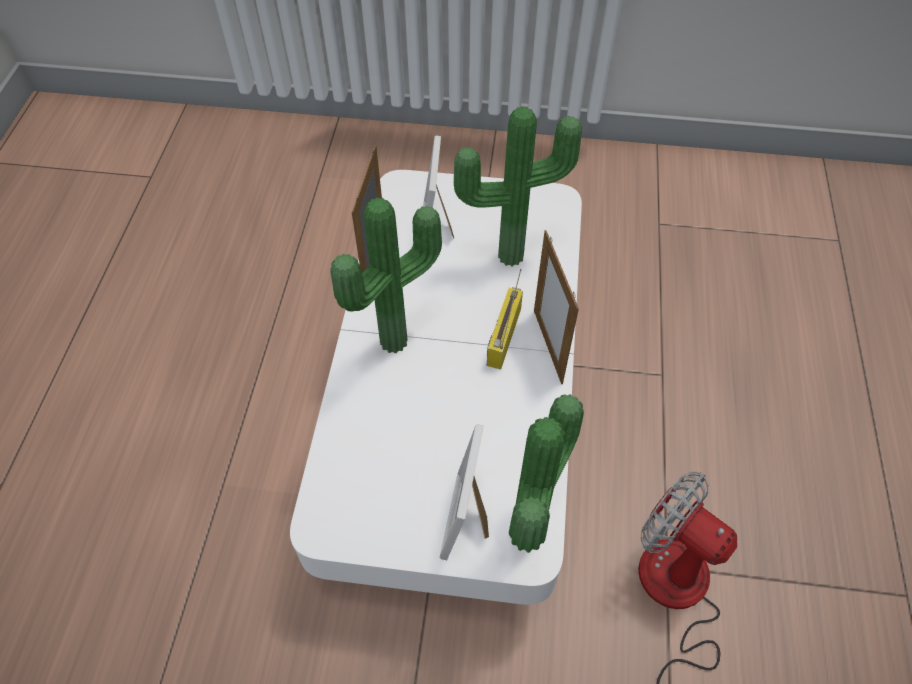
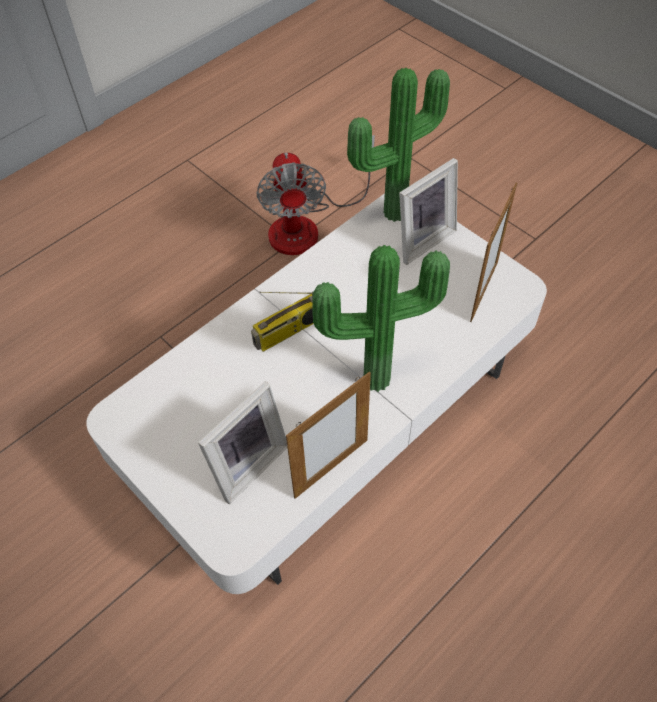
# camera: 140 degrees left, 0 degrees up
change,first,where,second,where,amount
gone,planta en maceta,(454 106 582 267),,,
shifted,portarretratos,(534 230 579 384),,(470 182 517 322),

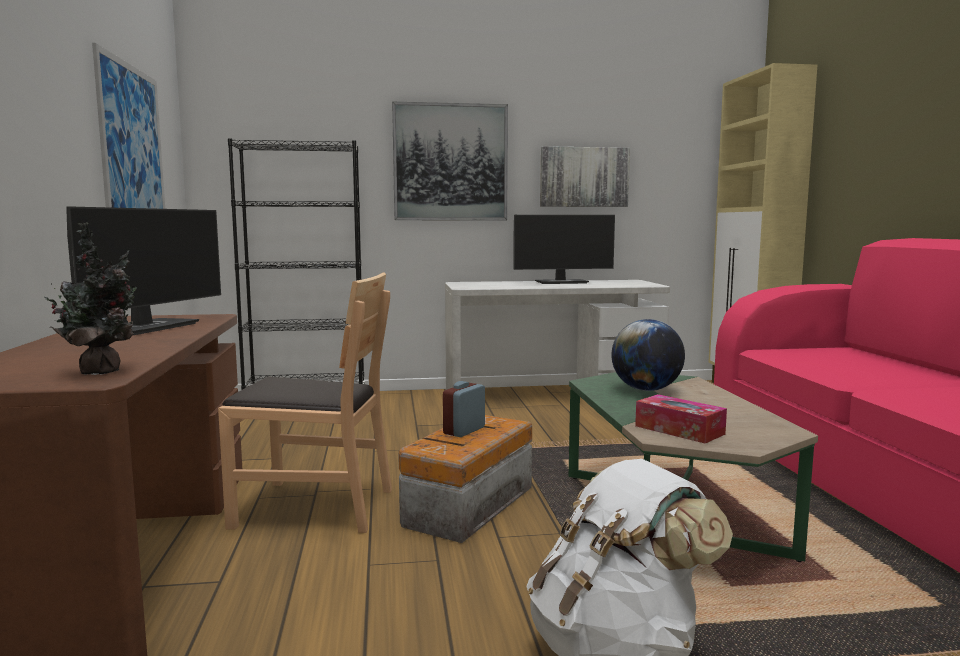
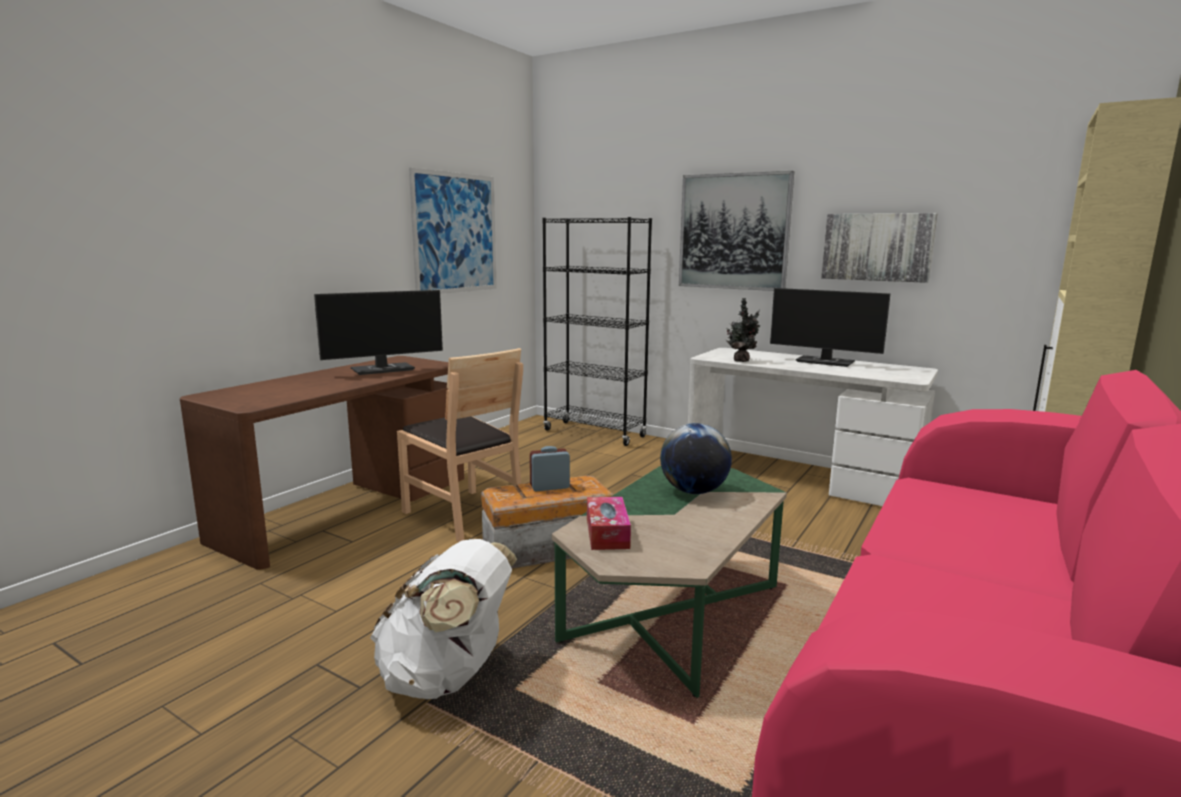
# camera: 40 degrees right, 5 degrees up
change,first,where,second,where,amount
shifted,planta en maceta,(45 222 137 375),,(726 298 760 362),

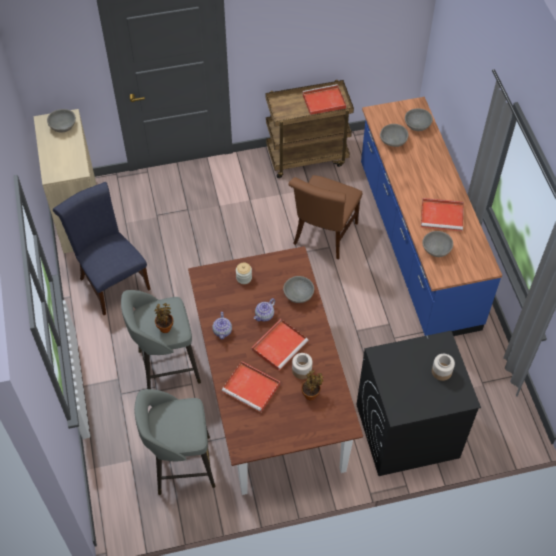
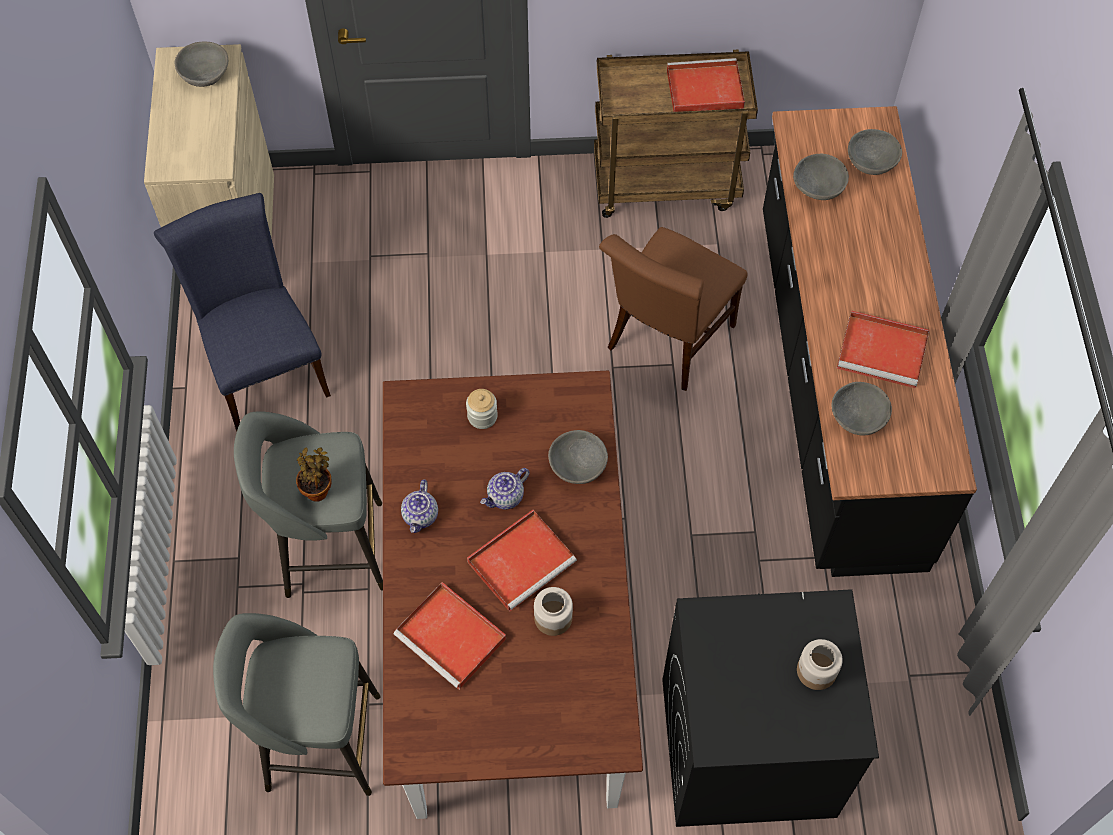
# camera: 10 degrees right, 5 degrees up
change,first,where,second,where,amount
repainted,mueble bajo de cocina [azul],(361 97 502 336),mueble bajo de cocina [negro],(763 106 977 577),
gone,planta en maceta,(301 370 324 400),,,

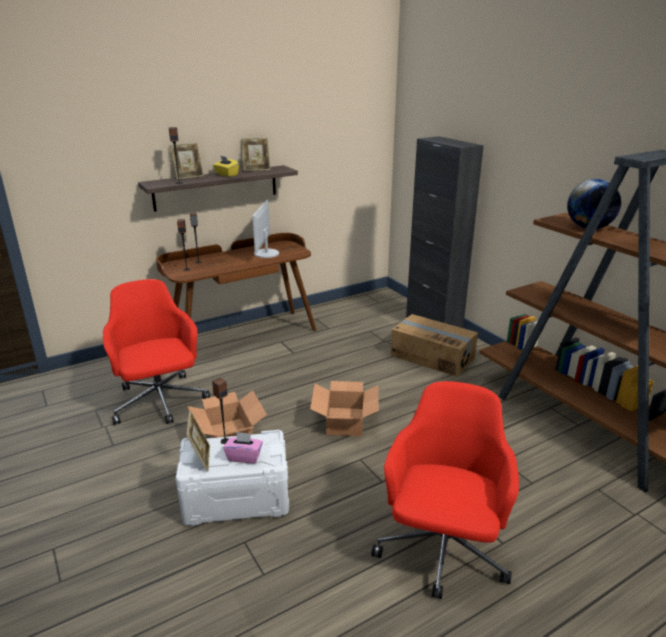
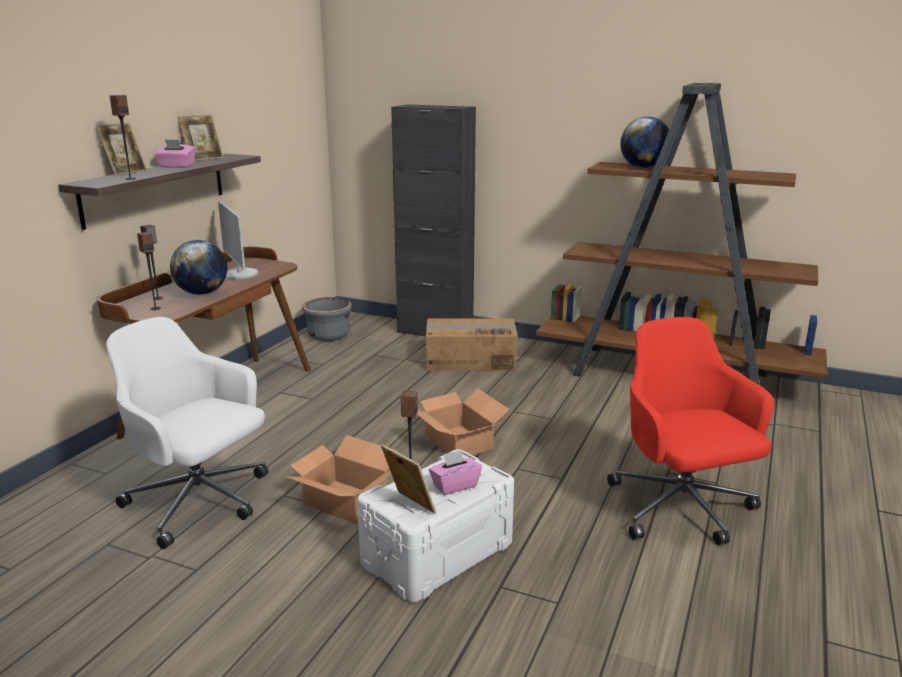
# camera: 35 degrees left, 5 degrees down
change,first,where,second,where,amount
repainted,caja de pañuelos [amarillo],(213 156 239 177),caja de pañuelos [rosa],(154 139 196 168),
repainted,silla de oficina [rojo],(103 279 210 425),silla de oficina [blanco],(106 317 268 549),
new,,,globo terráqueo,(170 240 227 295),
new,,,maceta [gris],(302 297 352 341),

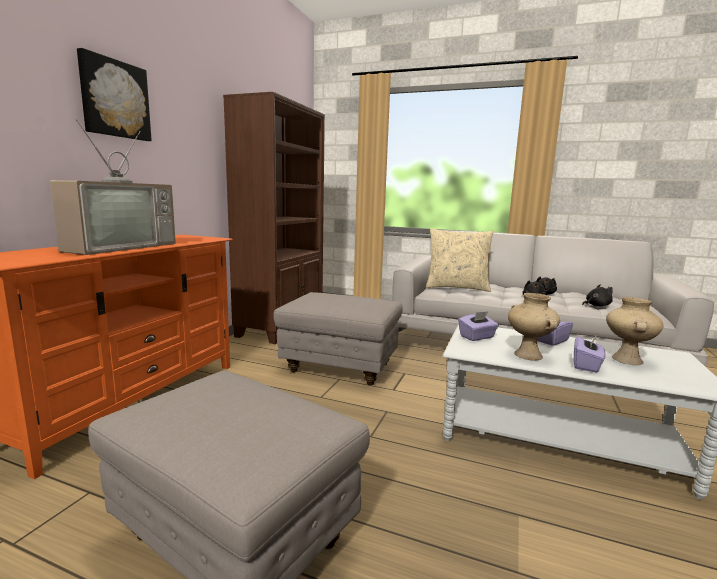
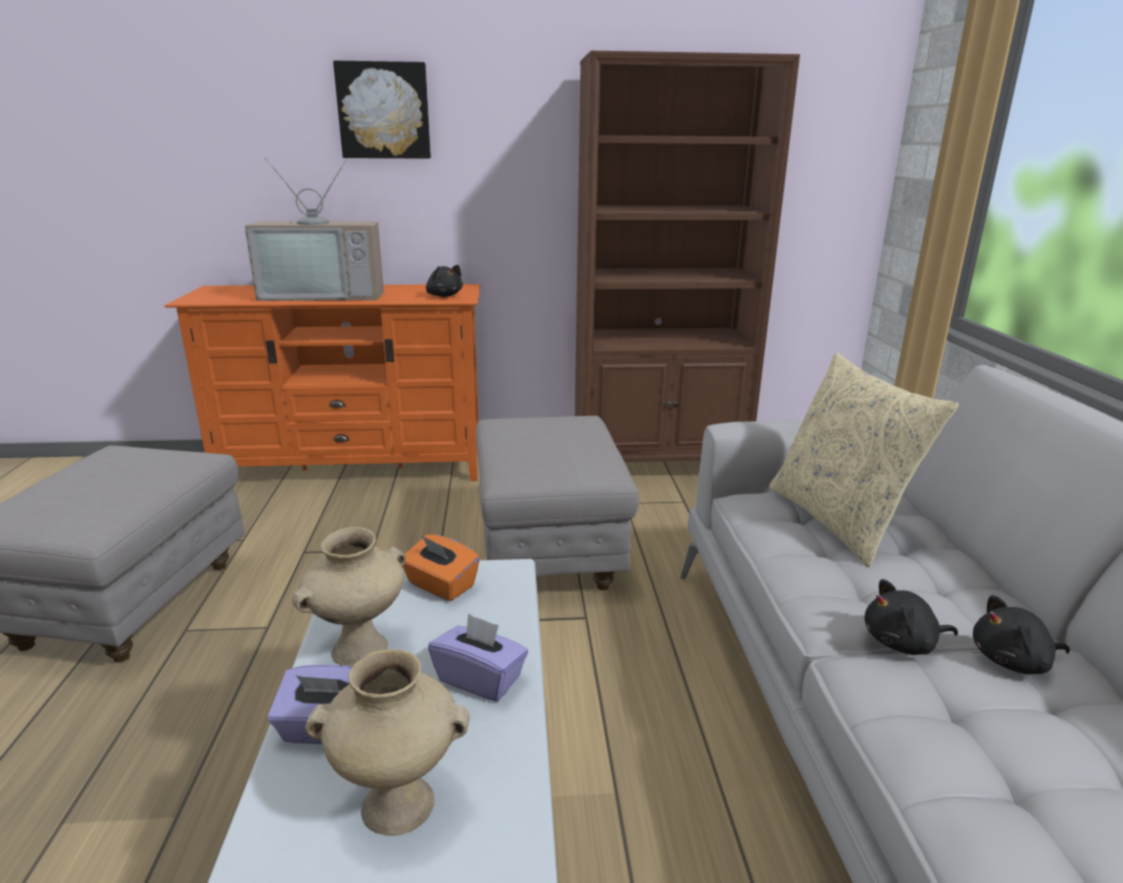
# camera: 65 degrees right, 10 degrees up
change,first,where,second,where,amount
shifted,peluche [negro],(582 285 613 306),,(426 265 463 297),
repainted,caja de pañuelos [morado],(458 311 499 341),caja de pañuelos [naranja],(402 534 480 601),

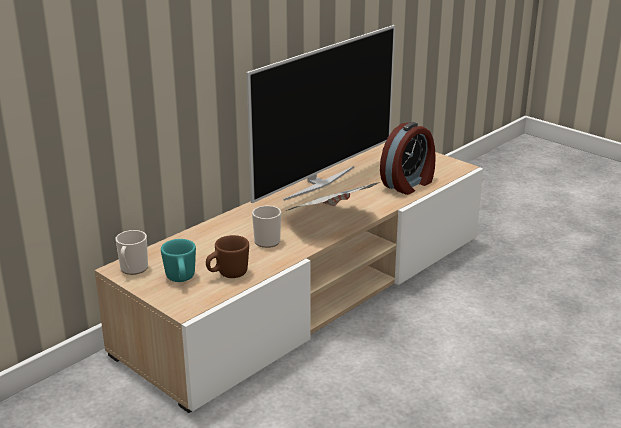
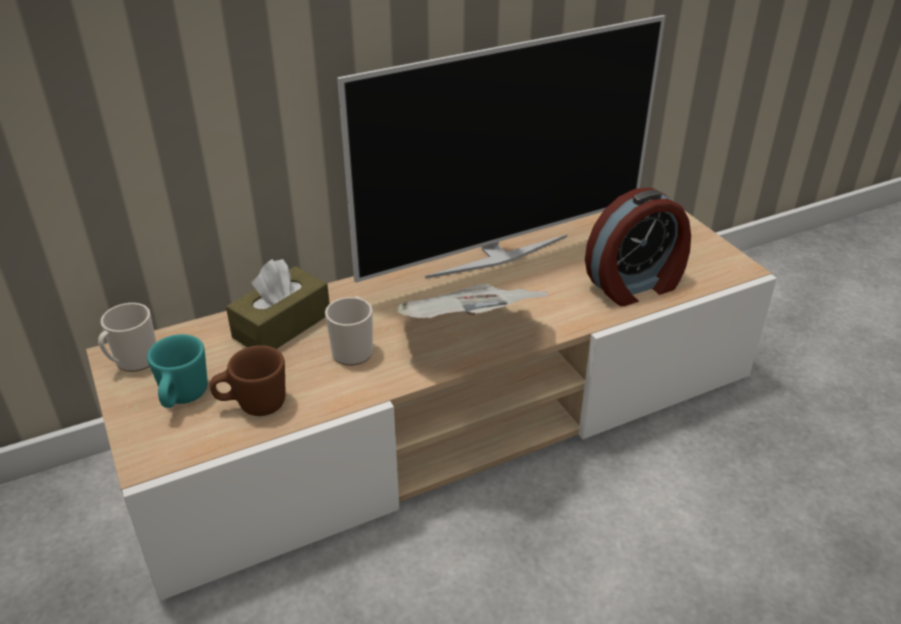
# camera: 20 degrees right, 10 degrees up
change,first,where,second,where,amount
new,,,caja de pañuelos [marrón],(226 259 330 349),

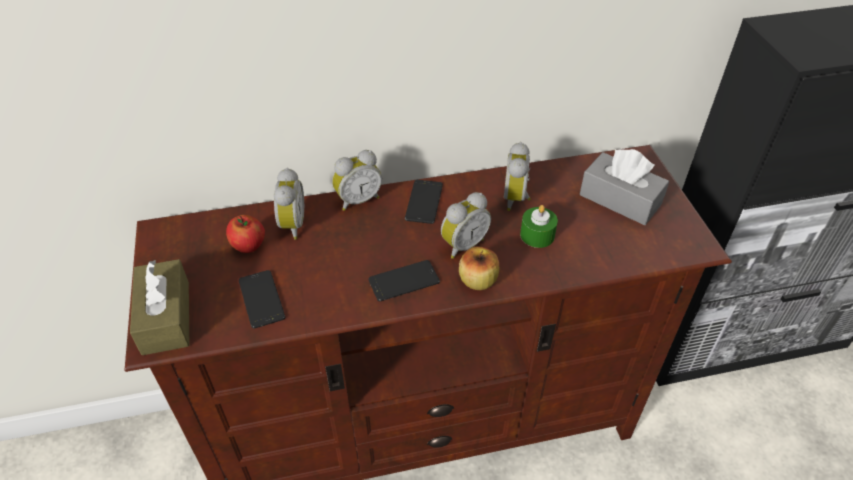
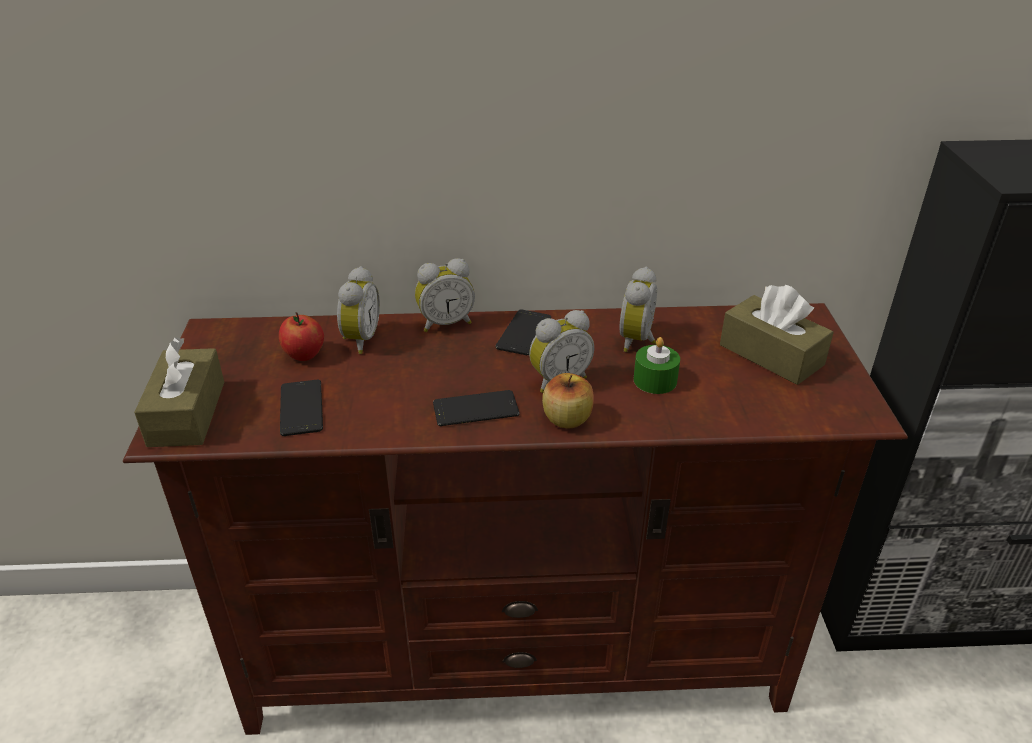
# camera: 10 degrees right, 10 degrees down
change,first,where,second,where,amount
repainted,caja de pañuelos [gris],(580 149 669 225),caja de pañuelos [marrón],(720 285 834 385),

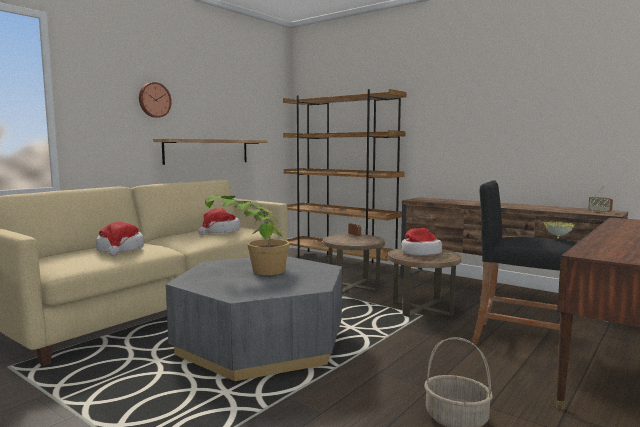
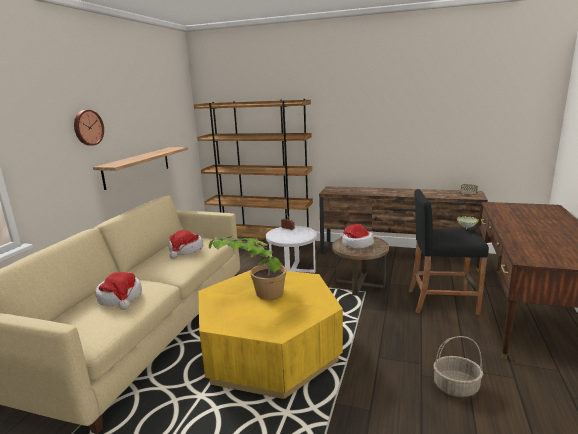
# camera: 20 degrees left, 10 degrees up
change,first,where,second,where,amount
repainted,mesa auxiliar [marrón],(323 234 385 294),mesa auxiliar [blanco],(266 226 317 273),
repainted,mesa de centro [gris],(166 256 342 381),mesa de centro [amarillo],(198 270 343 399),

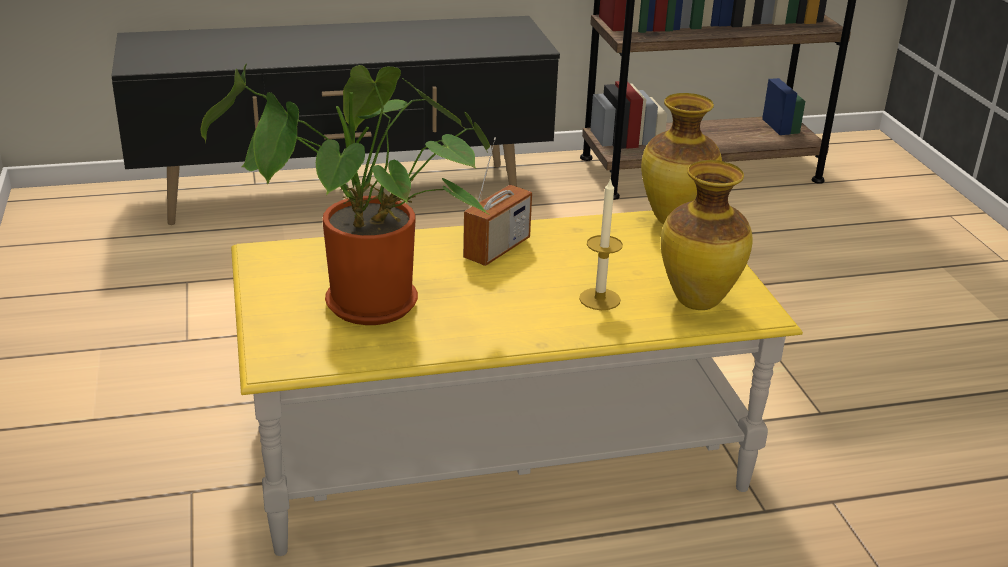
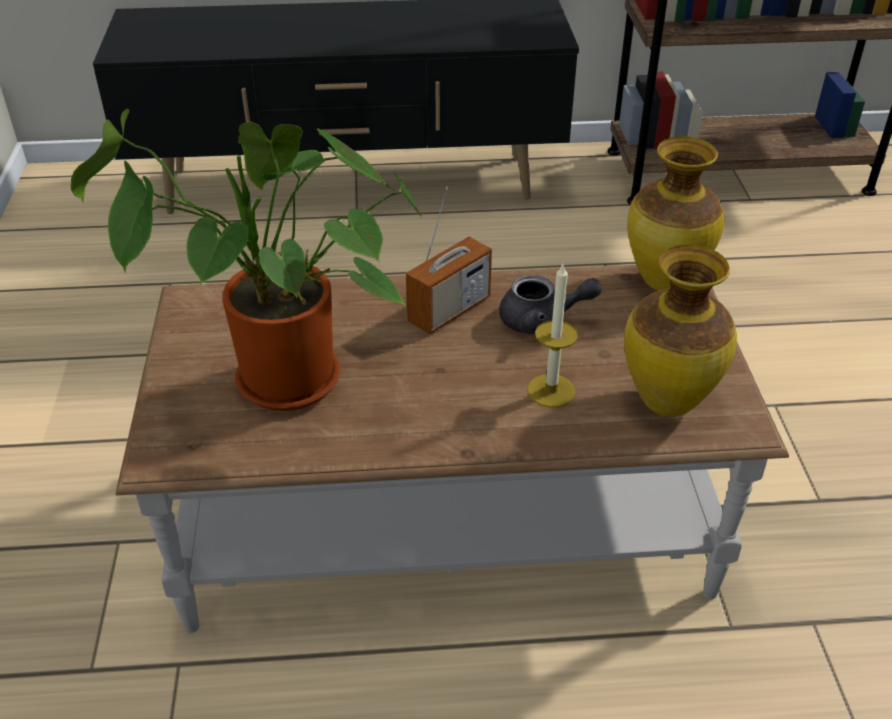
# camera: 10 degrees right, 10 degrees up
change,first,where,second,where,amount
repainted,mesa de centro [amarillo],(231 210 803 556),mesa de centro [marrón],(115 265 789 633),
new,,,tetera [gris],(499 275 602 334),

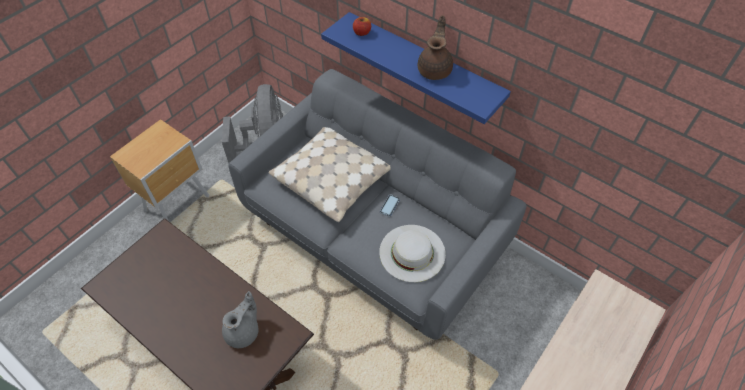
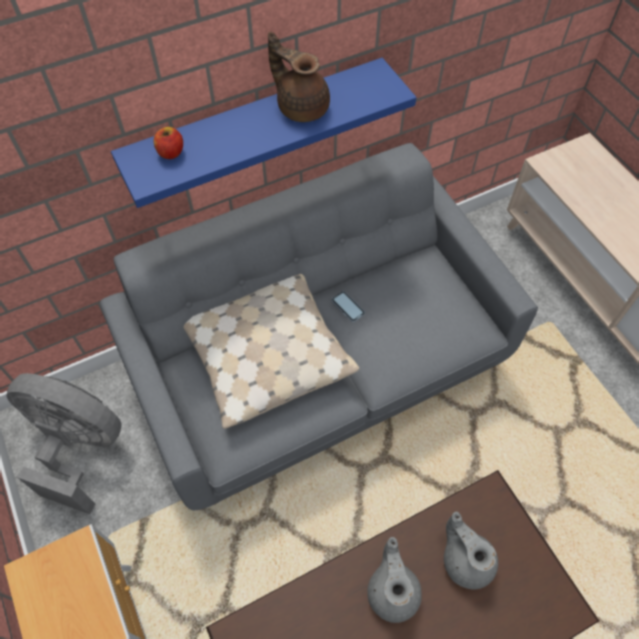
# camera: 65 degrees left, 5 degrees up
change,first,where,second,where,amount
gone,sombrero [blanco],(379 225 446 282),,,
new,,,tetera [gris],(367 537 422 623),

